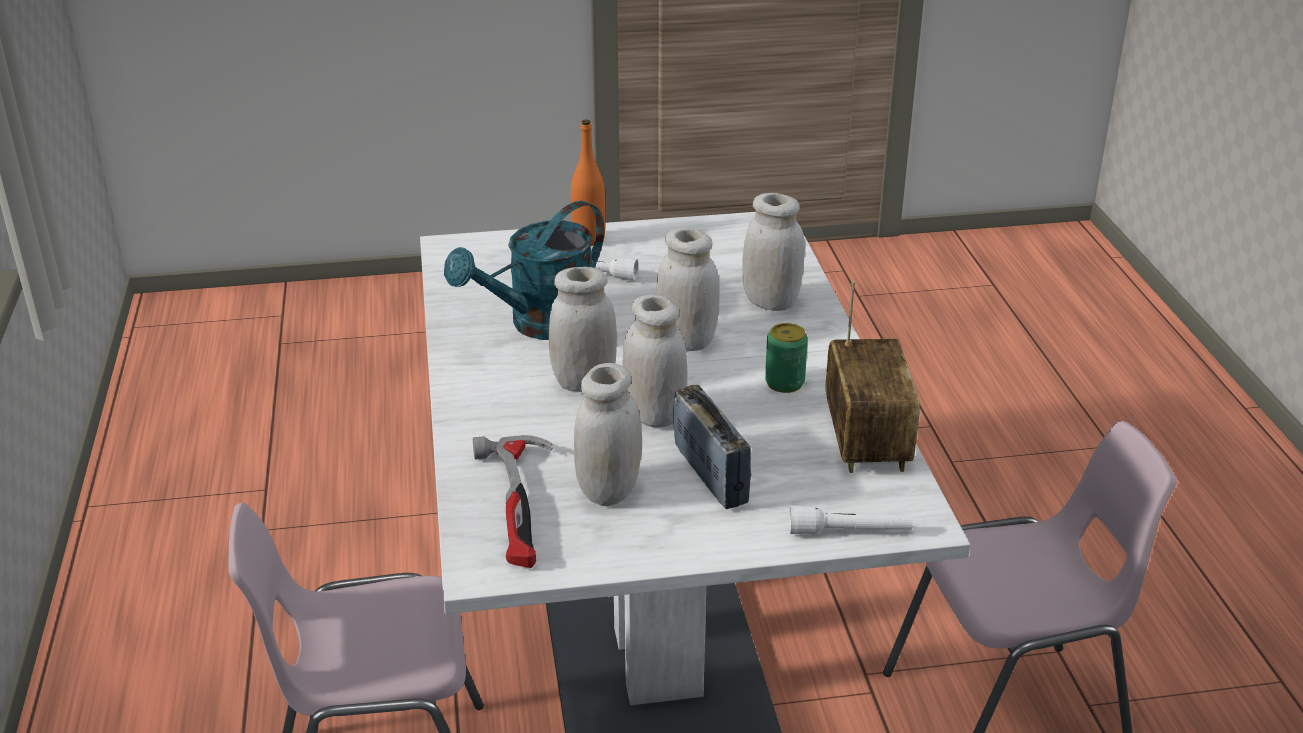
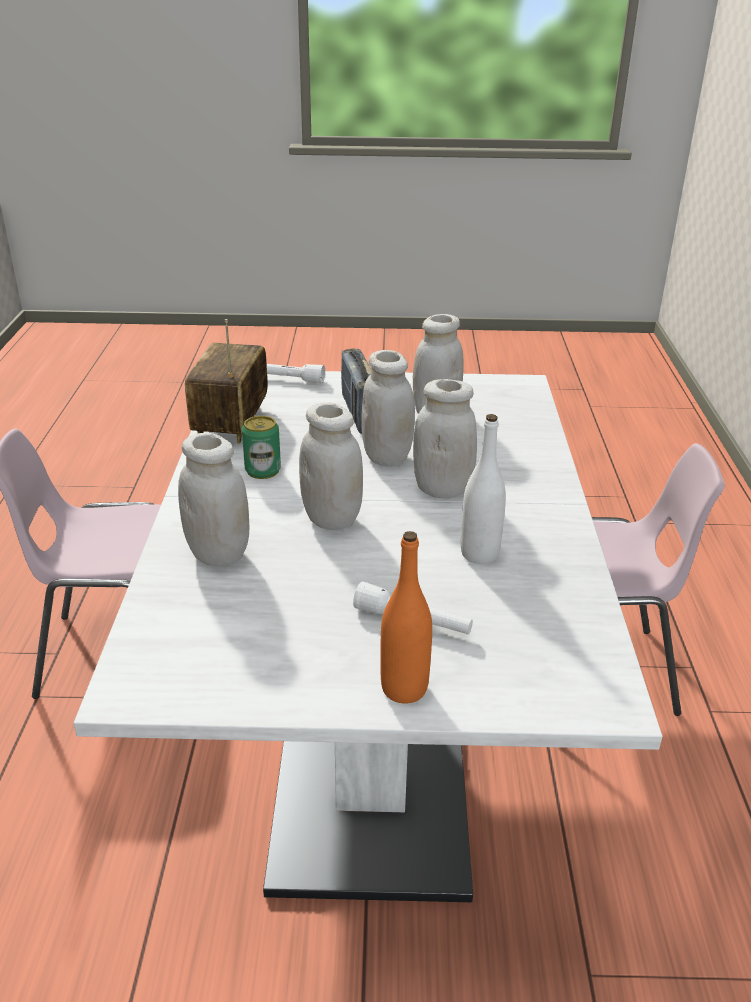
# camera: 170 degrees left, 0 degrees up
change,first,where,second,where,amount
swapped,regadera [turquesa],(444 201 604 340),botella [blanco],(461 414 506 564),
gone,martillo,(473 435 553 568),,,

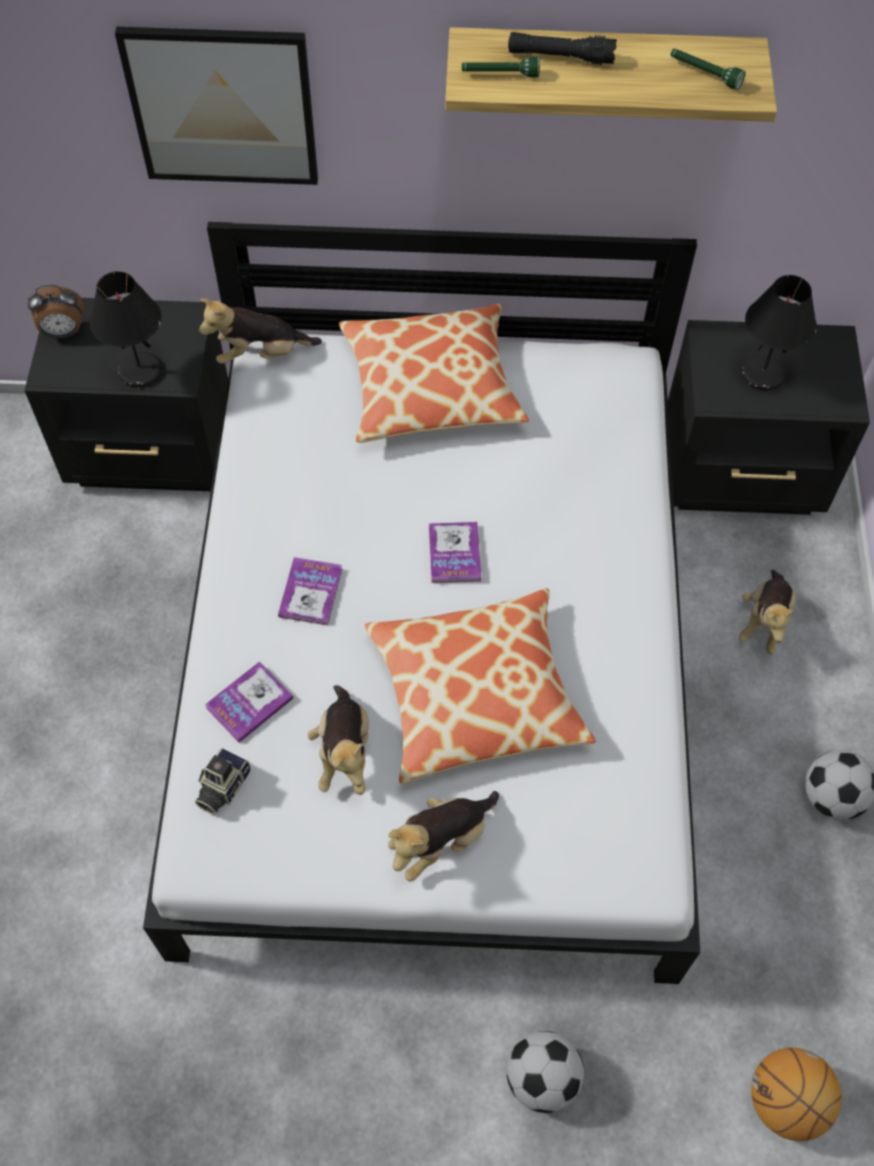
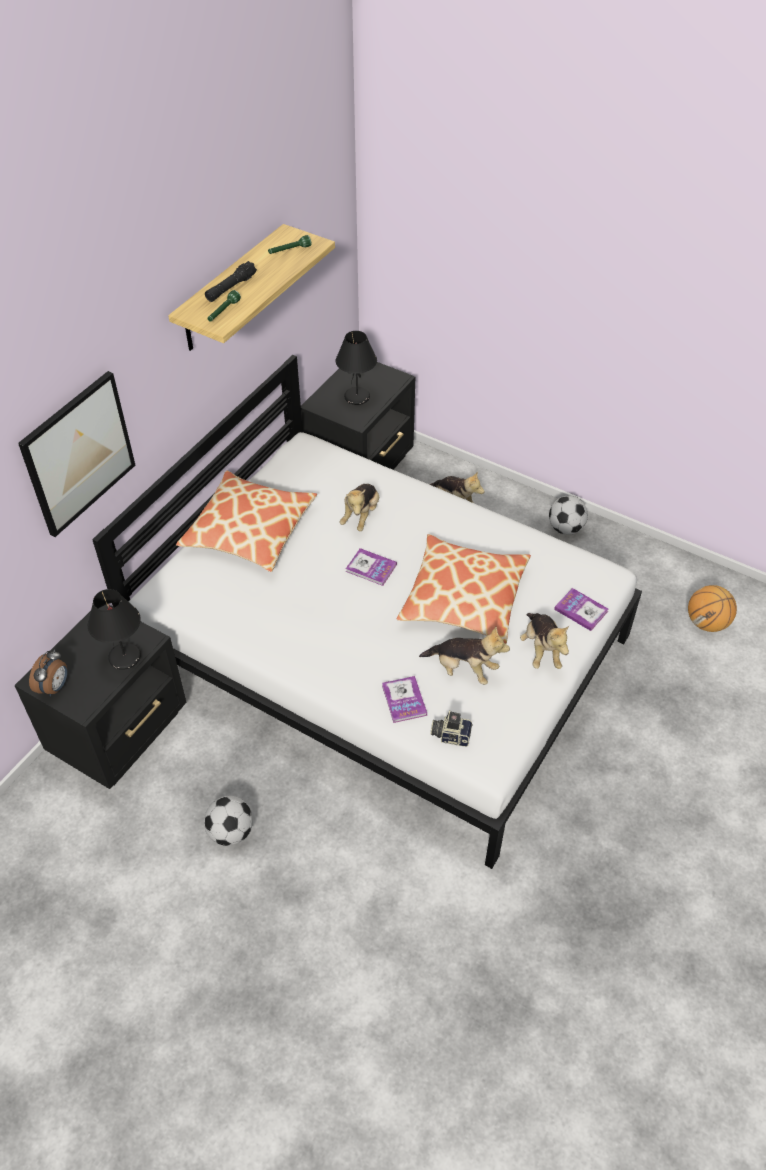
# camera: 60 degrees left, 10 degrees down
change,first,where,second,where,amount
shifted,peluche,(199 298 322 364),,(340 484 379 531),
shifted,libro,(278 557 342 626),,(554 588 608 631),
rotated,cámara,(195 748 251 815),,(430 710 473 747),135 degrees clockwise
shifted,balón de fútbol,(506 1031 584 1113),,(204 796 253 846),

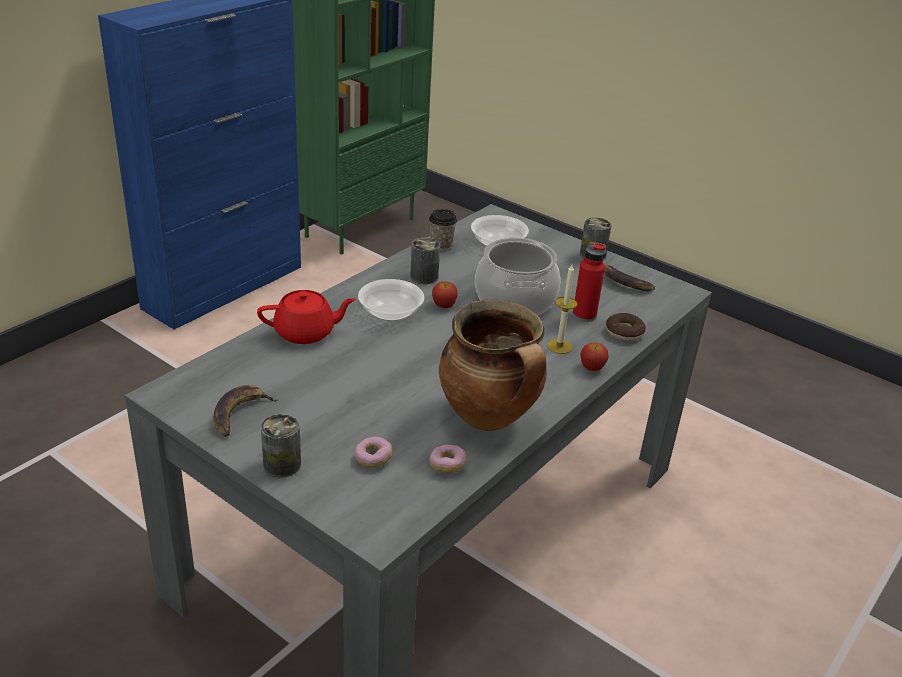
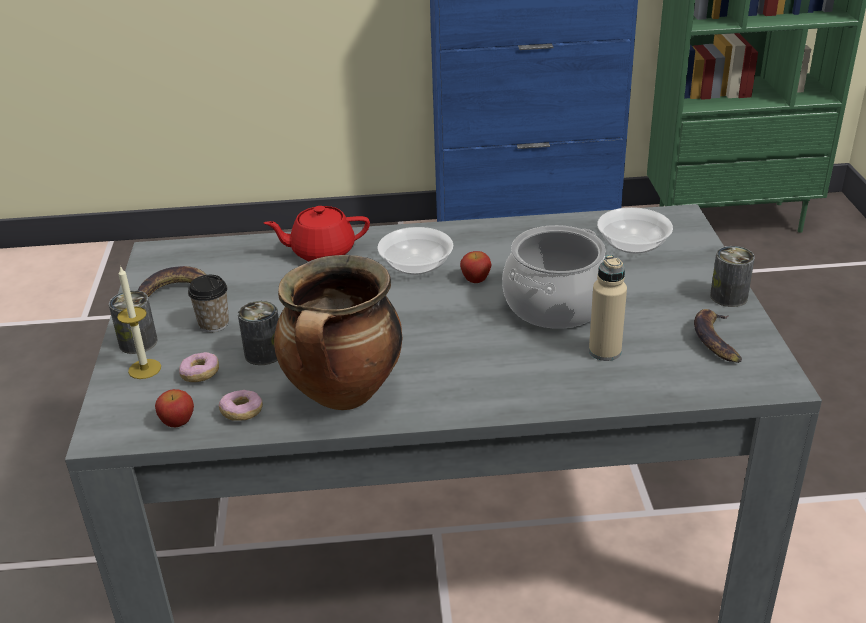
# camera: 50 degrees right, 0 degrees up
change,first,where,second,where,amount
shifted,taza,(429 209 457 251),,(188 275 229 332),
shifted,lata,(410 237 440 284),,(238 300 279 365),
repainted,botella [rojo],(573 242 606 322),botella [beis],(589 255 627 361),
shifted,vela,(547 264 578 354),,(117 265 161 379),
rotated,tetera [rojo],(257 290 356 344),,(264 206 370 261),135 degrees clockwise
gone,rosquilla,(606 313 646 342),,,
shifted,manzana,(581 342 608 371),,(155 389 194 427),

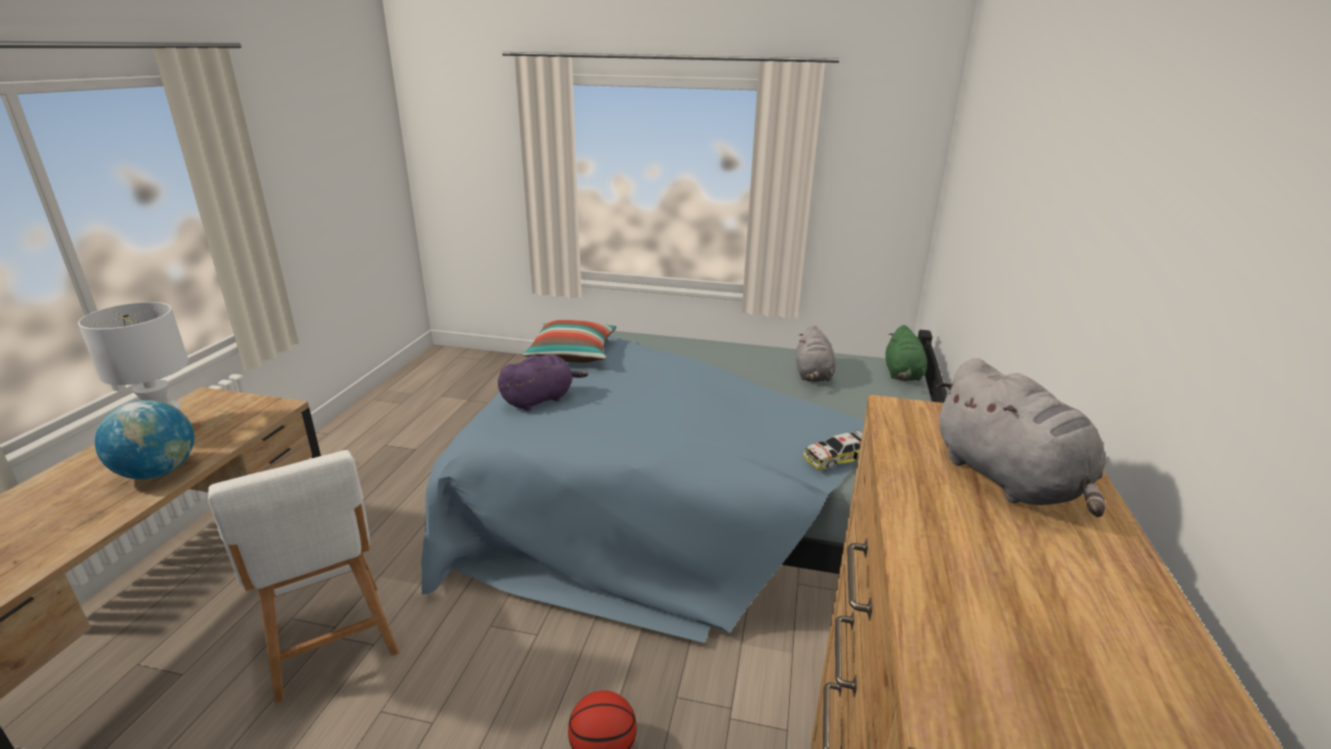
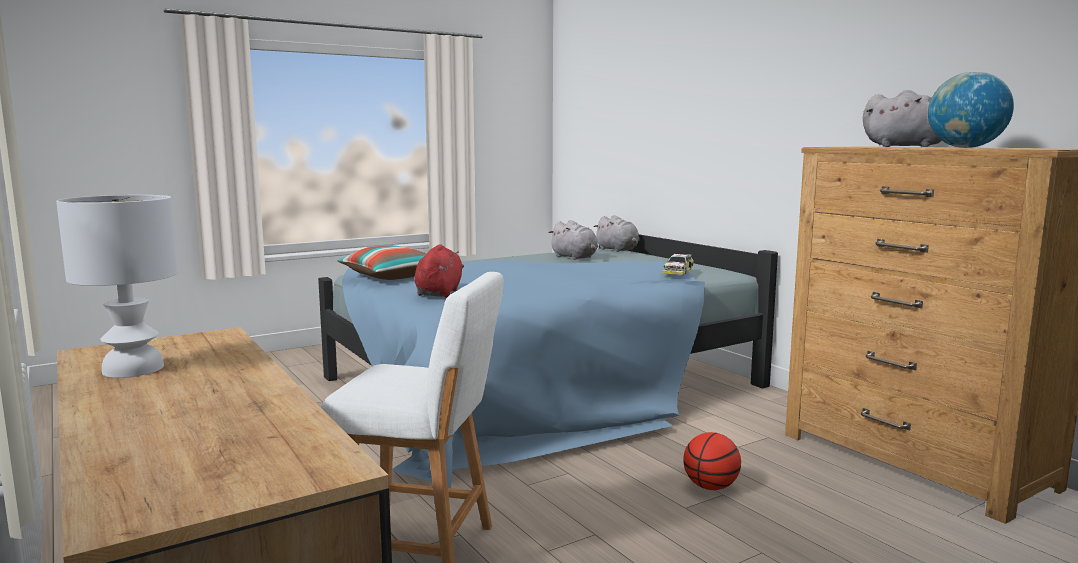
# camera: 45 degrees left, 15 degrees down
change,first,where,second,where,amount
repainted,peluche [verde],(886 325 927 381),peluche [gris],(594 215 639 252),
repainted,peluche [morado],(498 354 588 411),peluche [rojo],(414 244 464 298),
shifted,globo terráqueo,(95 400 194 479),,(928 71 1014 148),

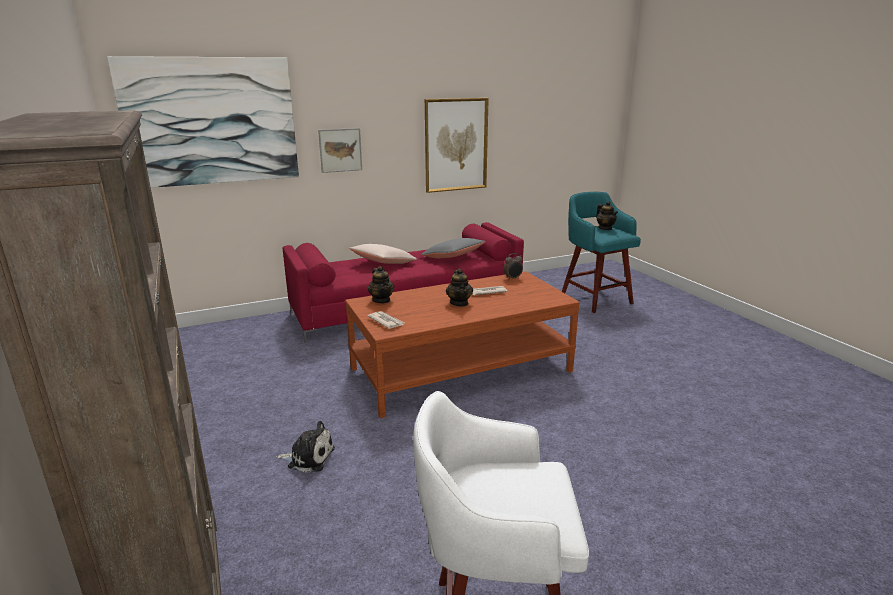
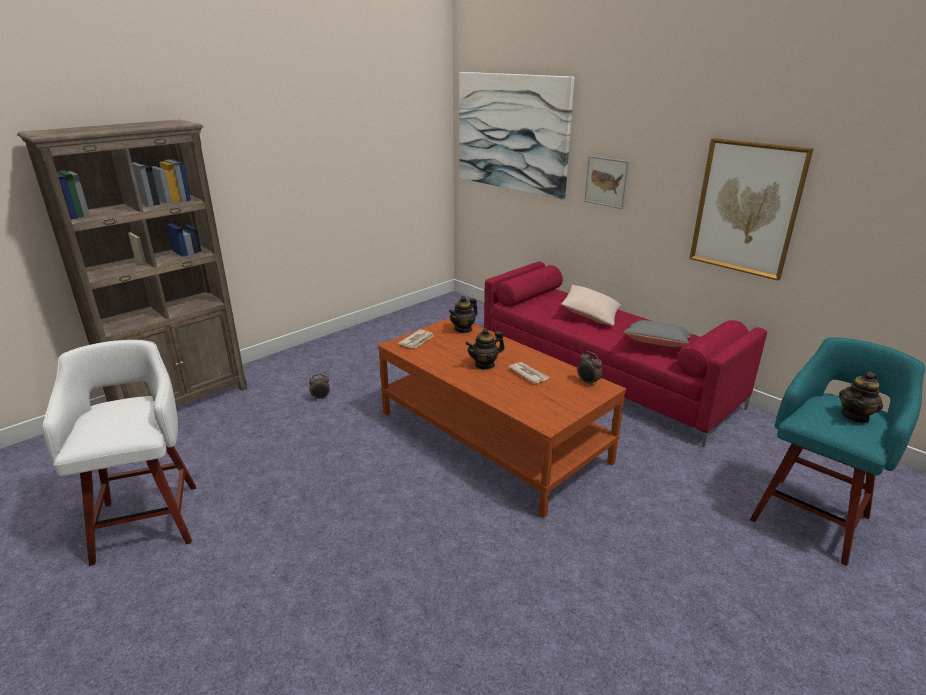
# camera: 70 degrees right, 5 degrees up
change,first,where,second,where,amount
swapped,peluche,(276 421 335 473),despertador,(309 374 330 399),

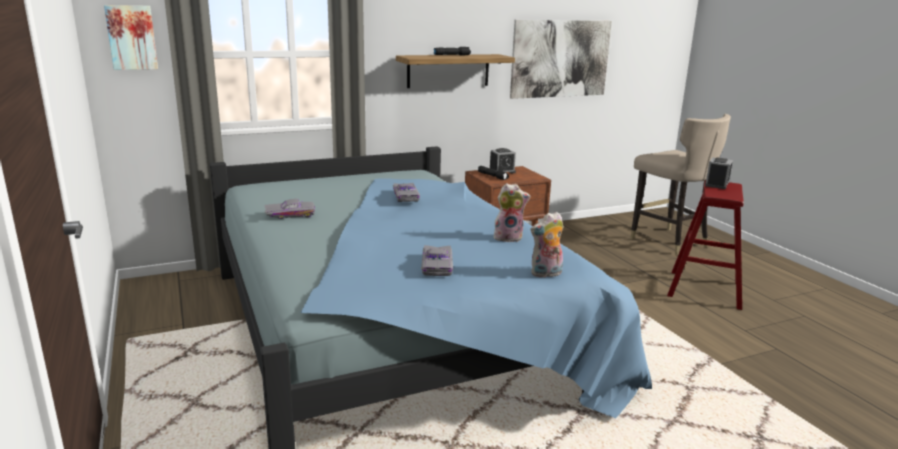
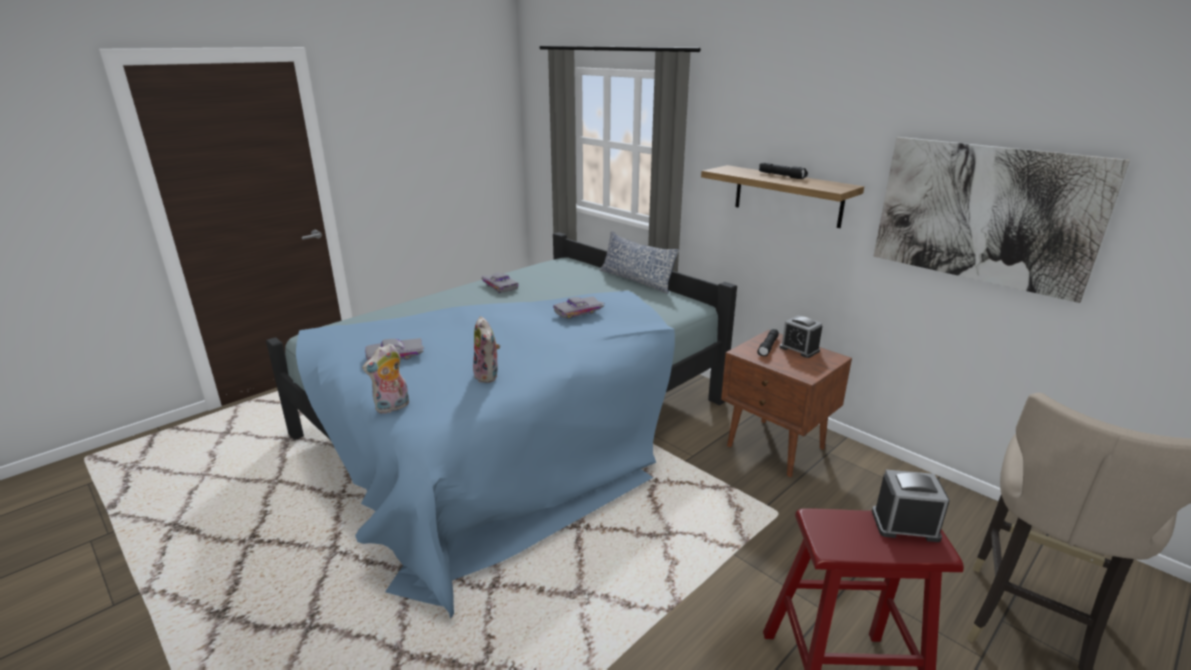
# camera: 70 degrees right, 5 degrees up
change,first,where,second,where,amount
gone,cuadro,(104 5 158 70),,,
rotated,peluche,(531 212 563 278),,(362 343 409 413),90 degrees counterclockwise
new,,,cojín,(599 231 680 294),

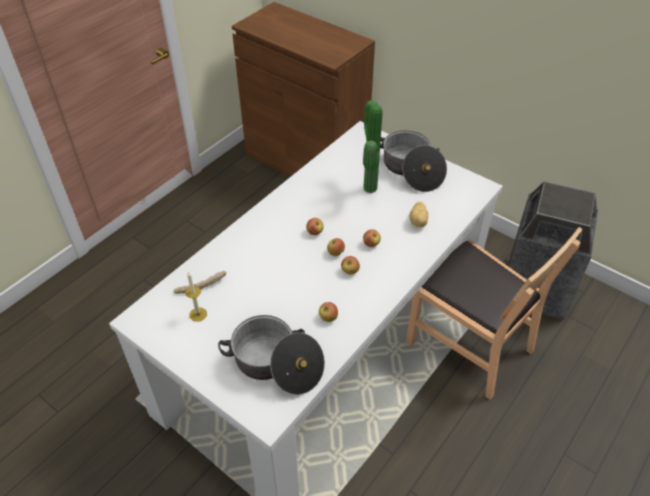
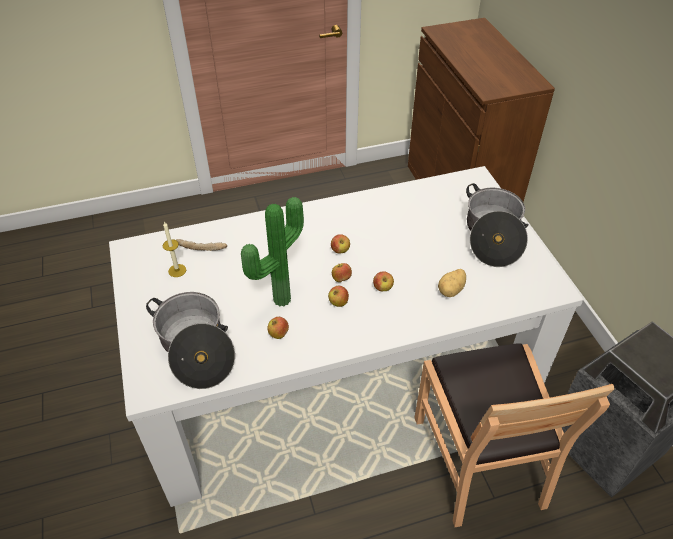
# camera: 35 degrees right, 0 degrees up
change,first,where,second,where,amount
shifted,planta en maceta,(363 100 383 193),,(241 197 304 307),

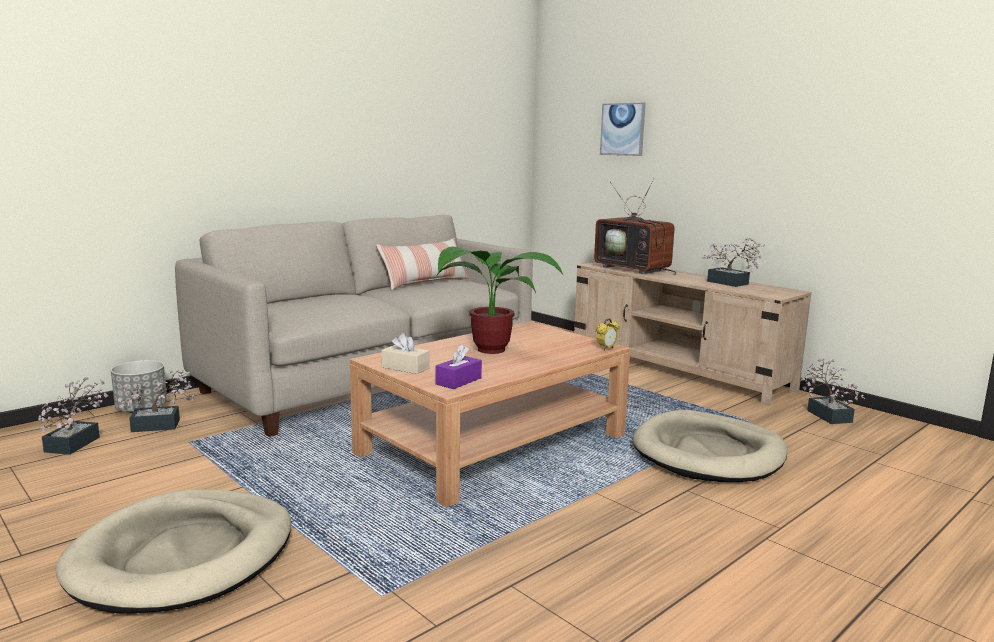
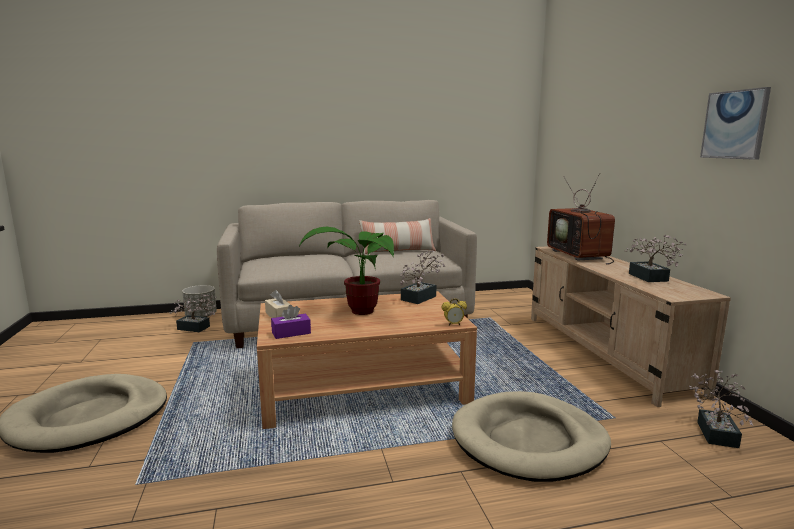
# camera: 30 degrees right, 0 degrees up
change,first,where,second,where,amount
shifted,cuadro,(600 102 646 156),,(700 87 771 160),
shifted,planta en maceta,(38 377 109 455),,(400 251 445 304),

